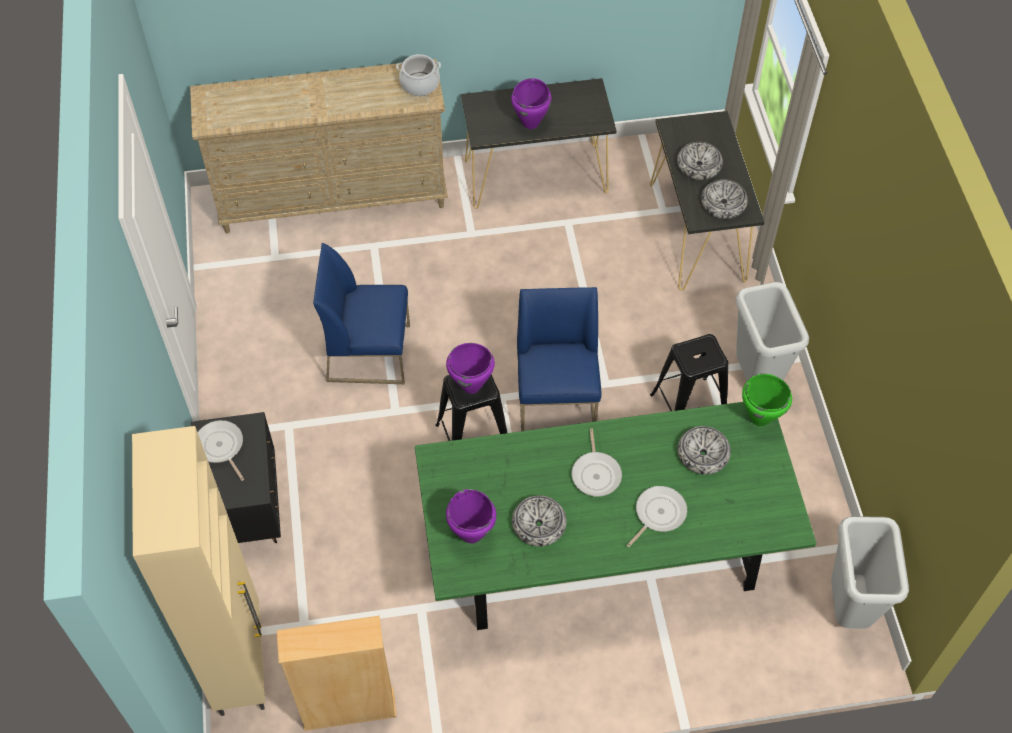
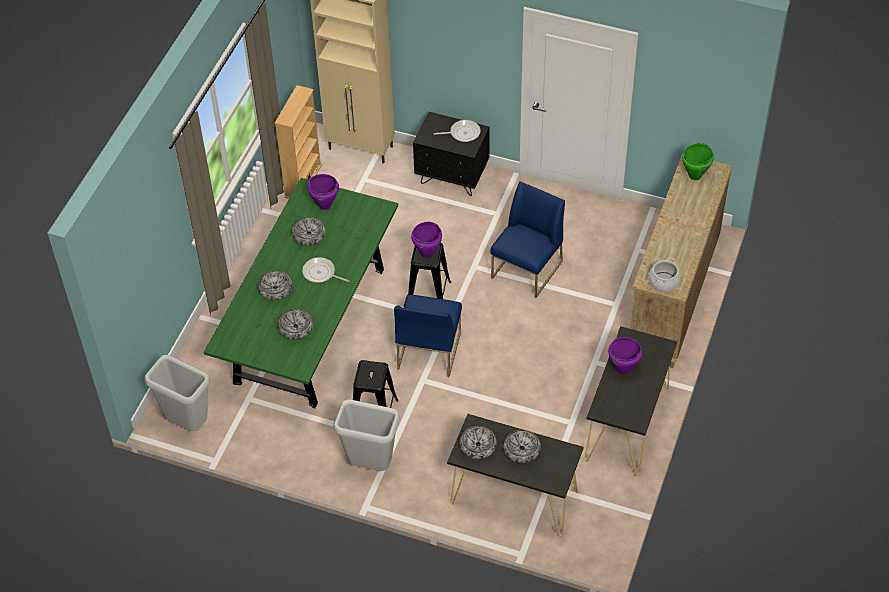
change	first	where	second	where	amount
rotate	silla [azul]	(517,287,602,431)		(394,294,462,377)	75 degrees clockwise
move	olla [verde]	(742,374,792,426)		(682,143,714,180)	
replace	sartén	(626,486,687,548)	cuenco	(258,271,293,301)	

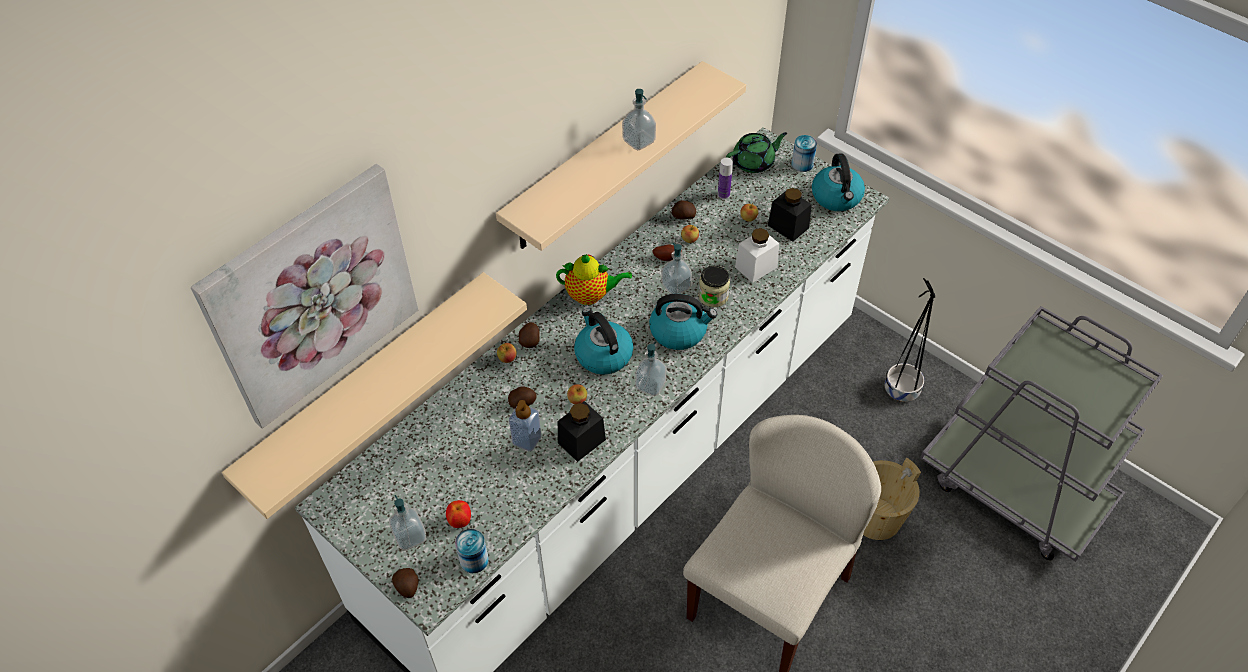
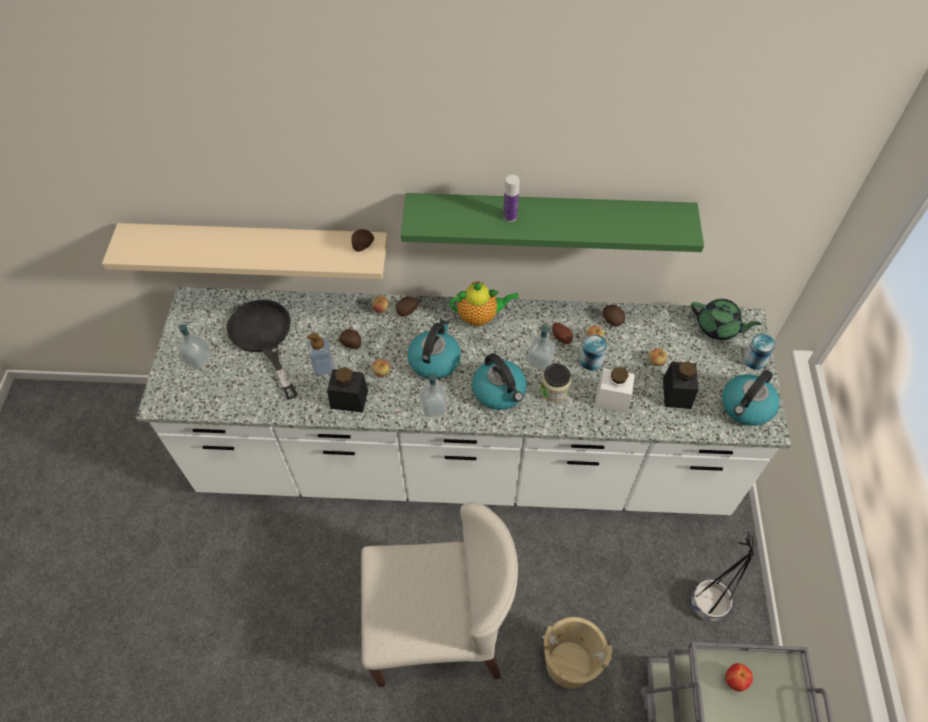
change	first	where	second	where	amount
recolor	estante [beis]	(496,61,746,251)	estante [verde]	(401,193,704,252)	
delete	dispensador de jabón	(622,89,656,150)			
move	botella	(718,158,733,199)		(503,175,520,222)	
delete	cuadro	(191,164,418,429)			
rotate	tetera	(556,254,632,305)		(449,281,519,326)	60 degrees counterclockwise
move	manzana	(446,500,471,528)		(725,663,753,692)	
move	lata	(455,529,489,573)		(580,334,607,370)	
move	patata	(392,568,419,598)		(351,229,374,252)	
insert			sartén [negro]	(226,300,298,400)	

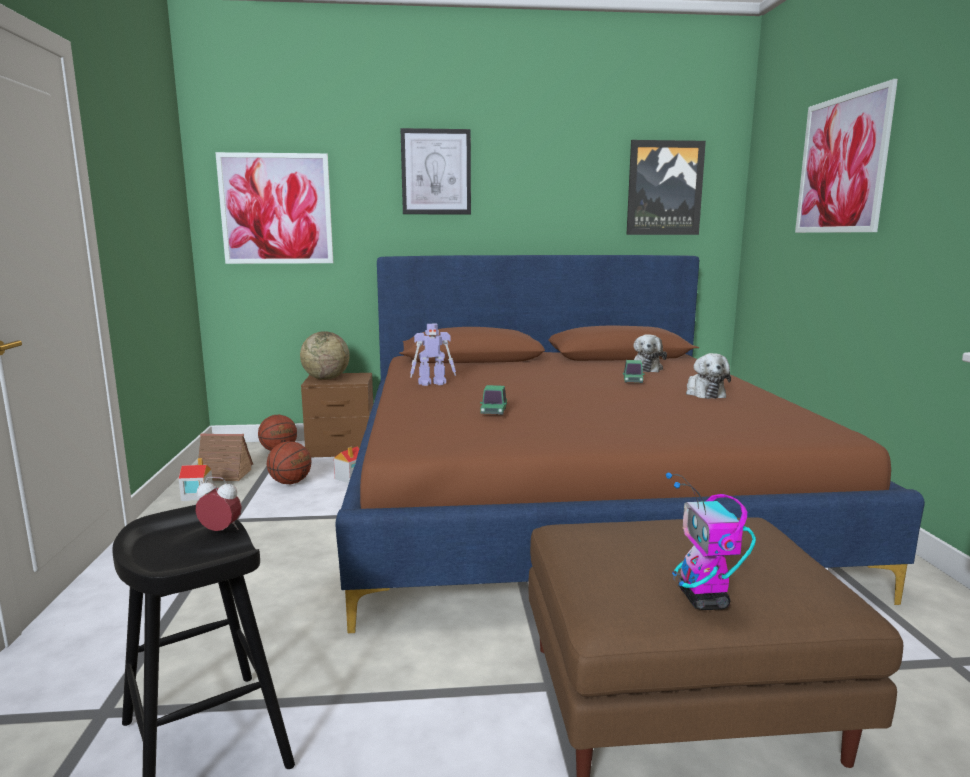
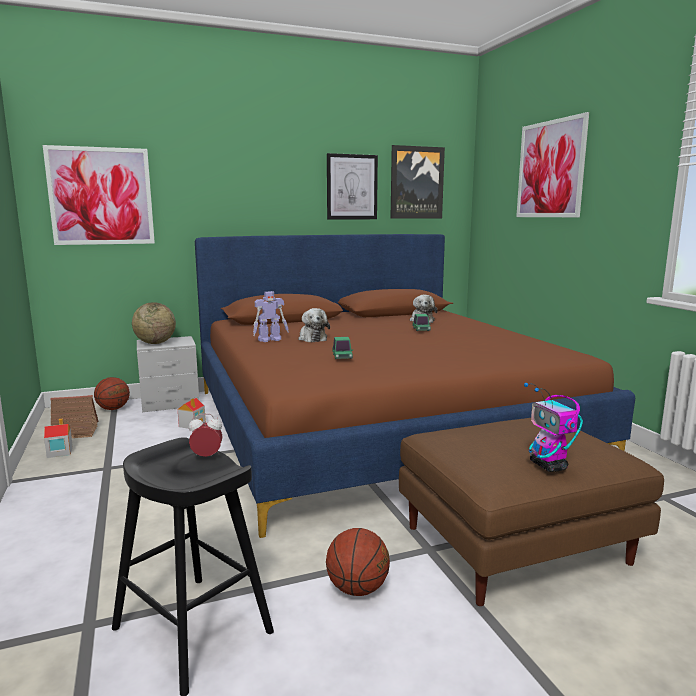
change	first	where	second	where	amount
move	cuadro	(400,128,471,214)		(327,153,378,219)	
move	peluche	(686,353,731,399)		(298,308,330,342)	
recolor	mesita de noche [marrón]	(301,373,373,457)	mesita de noche [gris]	(137,336,199,412)	
move	balón de baloncesto	(267,441,311,484)		(326,528,390,596)	

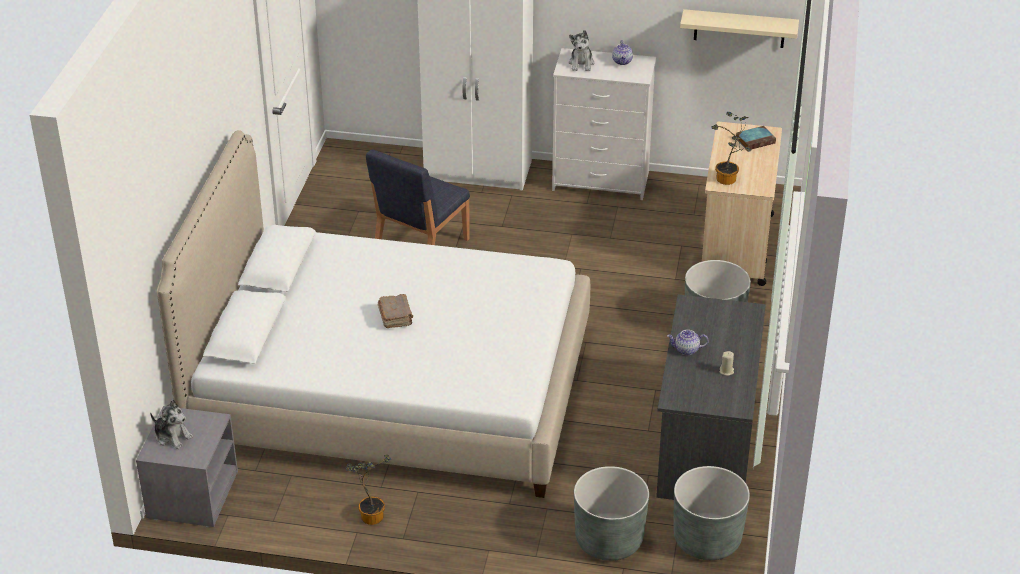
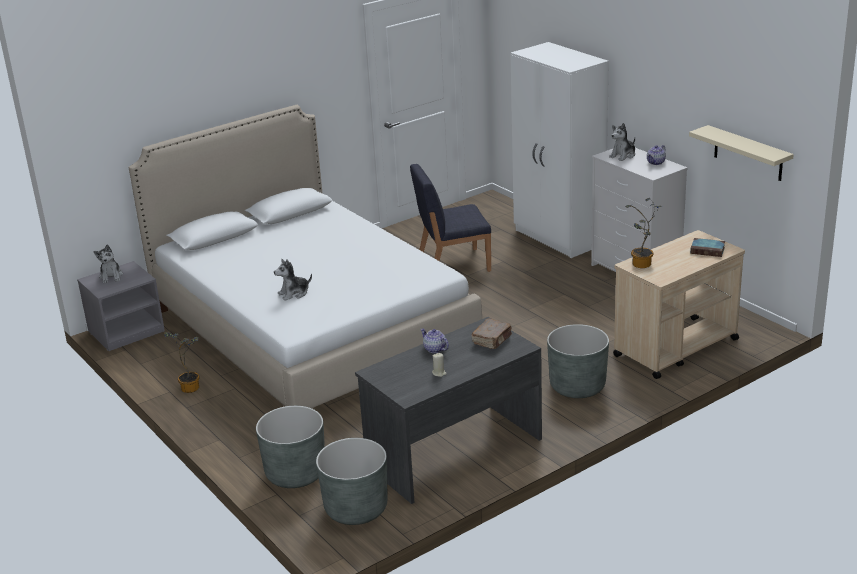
change	first	where	second	where	amount
move	libro [marrón]	(378,294,413,328)		(471,318,512,349)	
insert			peluche	(274,259,312,301)	

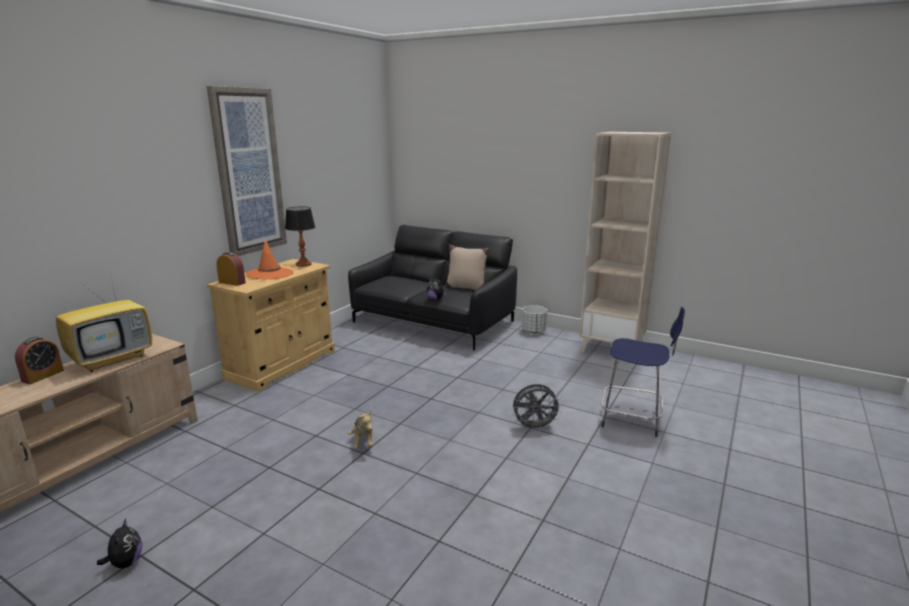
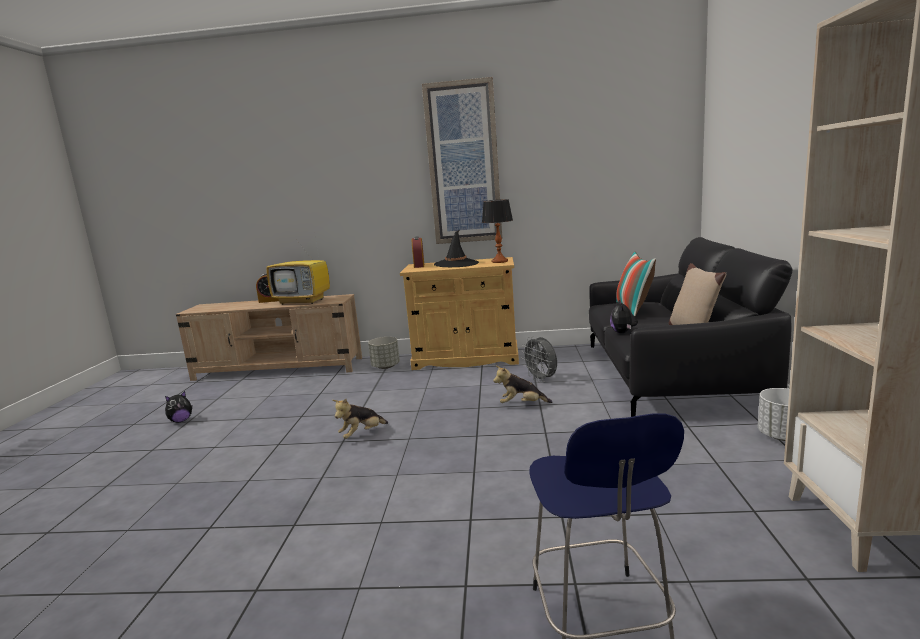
change	first	where	second	where	amount
recolor	sombrero [naranja]	(246,239,293,279)	sombrero [negro]	(434,230,479,267)	
move	ventilador [gris]	(512,384,562,432)		(521,336,557,382)	
insert			cojín	(616,251,656,316)	
insert			maceta [gris]	(368,337,400,369)	
insert			peluche	(493,366,553,403)	

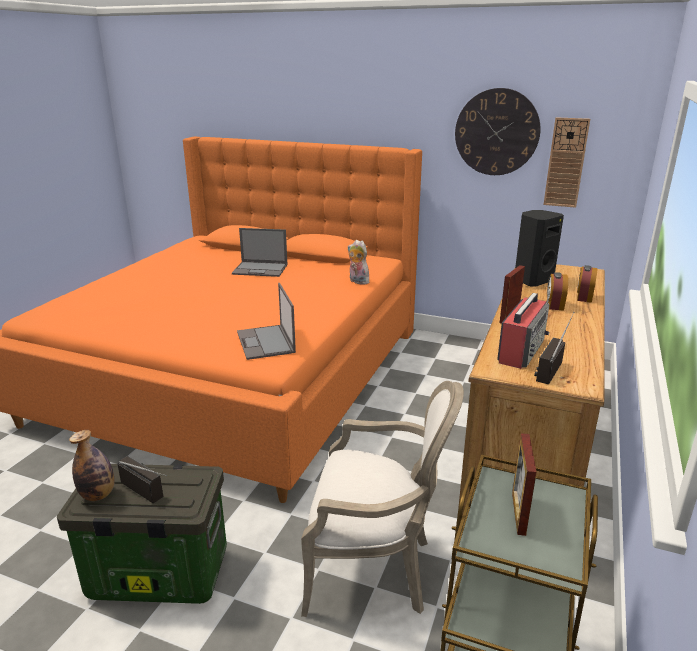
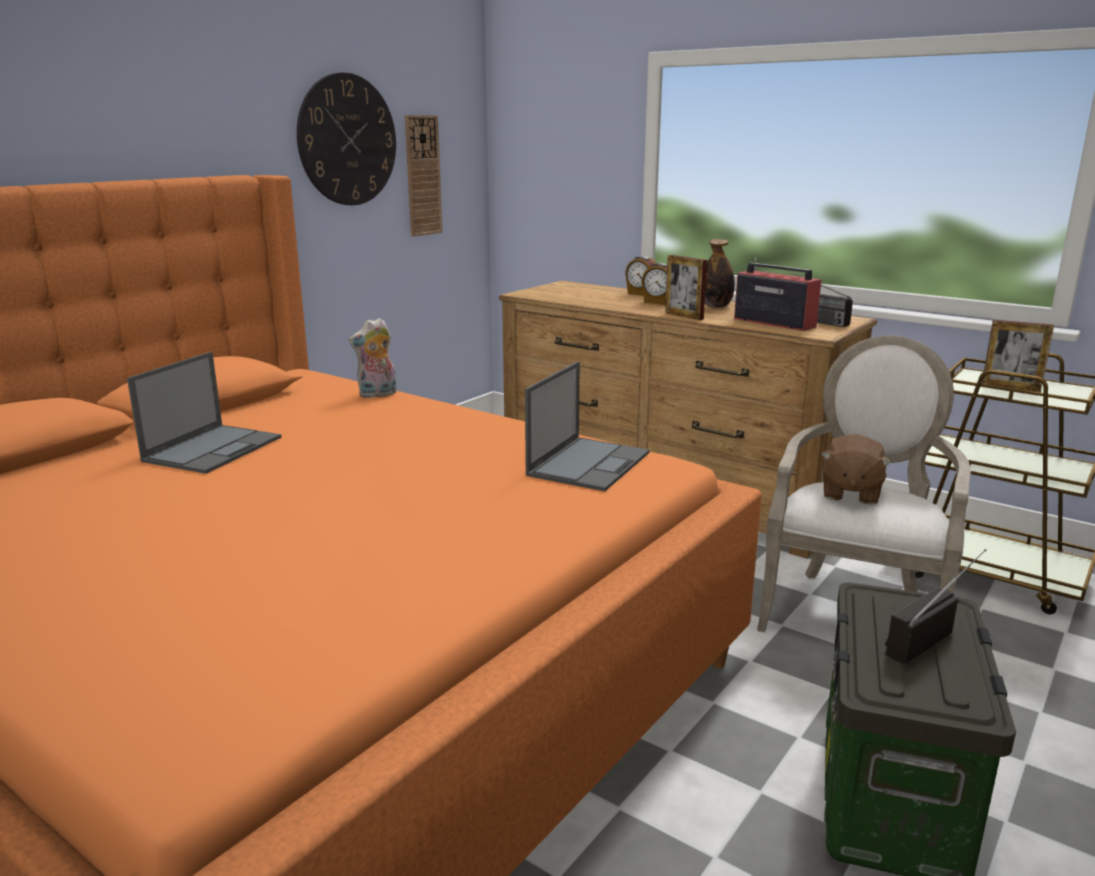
change	first	where	second	where	amount
delete	altavoz [negro]	(515,210,564,287)			
rotate	portátil	(237,283,296,360)		(525,361,649,491)	60 degrees counterclockwise
move	botella	(69,430,115,501)		(705,239,735,308)	
insert			peluche [marrón]	(821,434,892,505)	

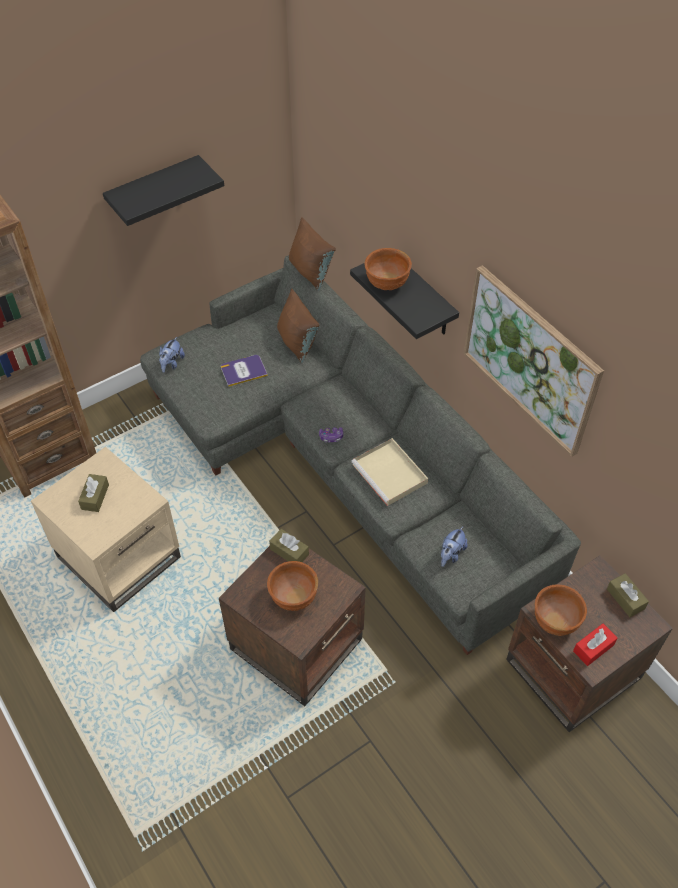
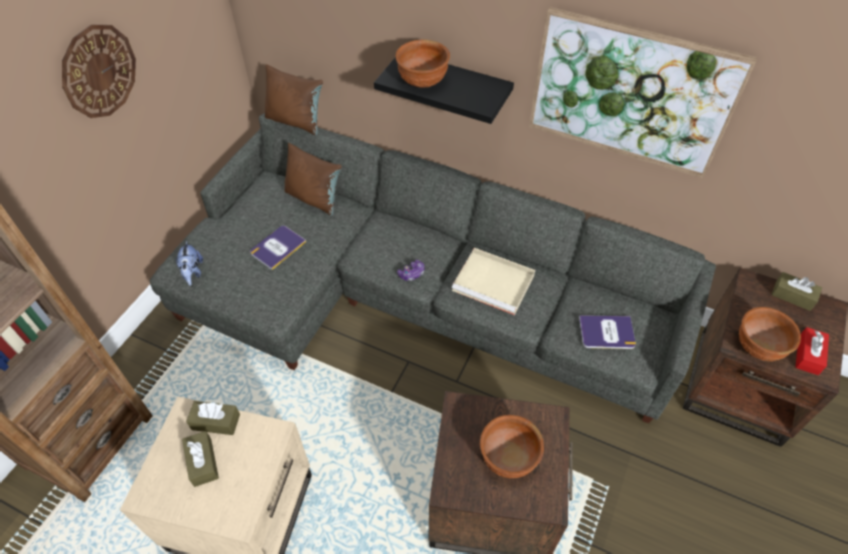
change	first	where	second	where	amount
replace	estante [negro]	(103,155,224,226)	reloj de pared	(62,25,136,118)	
replace	peluche	(441,526,468,567)	libro	(579,315,636,349)	
move	caja de pañuelos [marrón]	(269,529,309,562)		(186,401,240,435)	

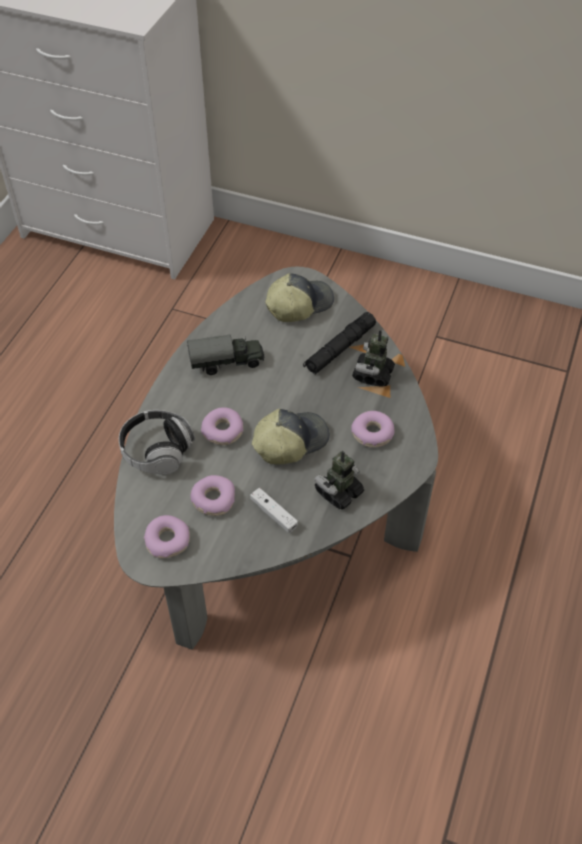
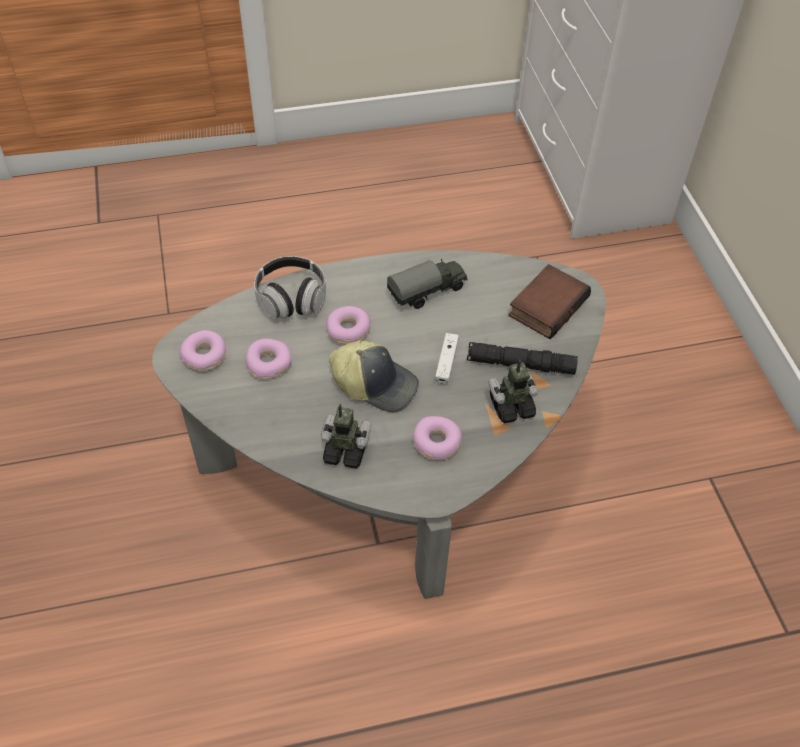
change	first	where	second	where	amount
replace	gorra	(265,273,334,322)	libro	(508,264,591,339)	
rotate	camión de juguete	(187,334,264,375)		(387,259,468,309)	75 degrees counterclockwise
move	mando de consola [blanco]	(250,488,298,533)		(435,333,459,385)	

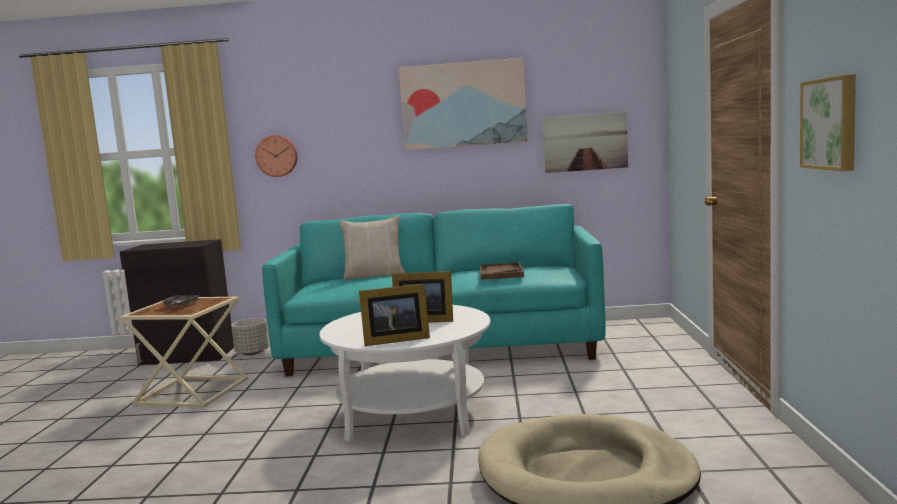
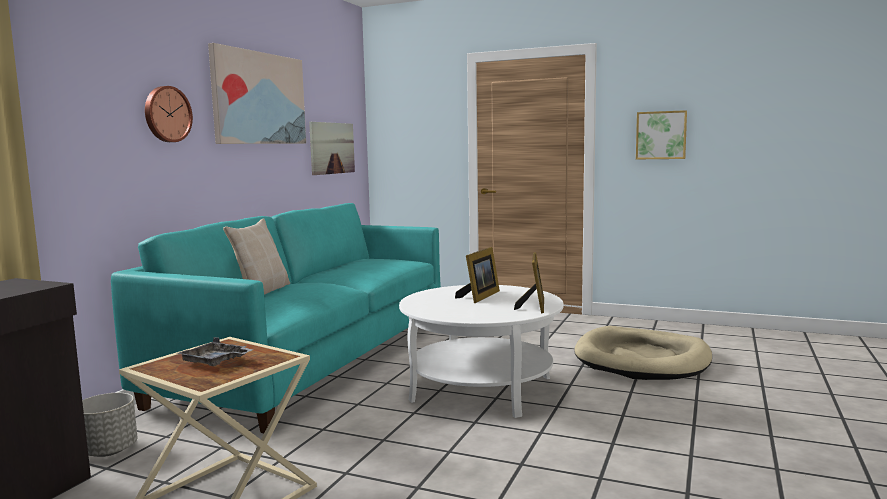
change	first	where	second	where	amount
move	reloj de pared	(255,135,297,177)		(145,86,193,142)	
delete	bandeja [marrón]	(480,262,524,280)			

